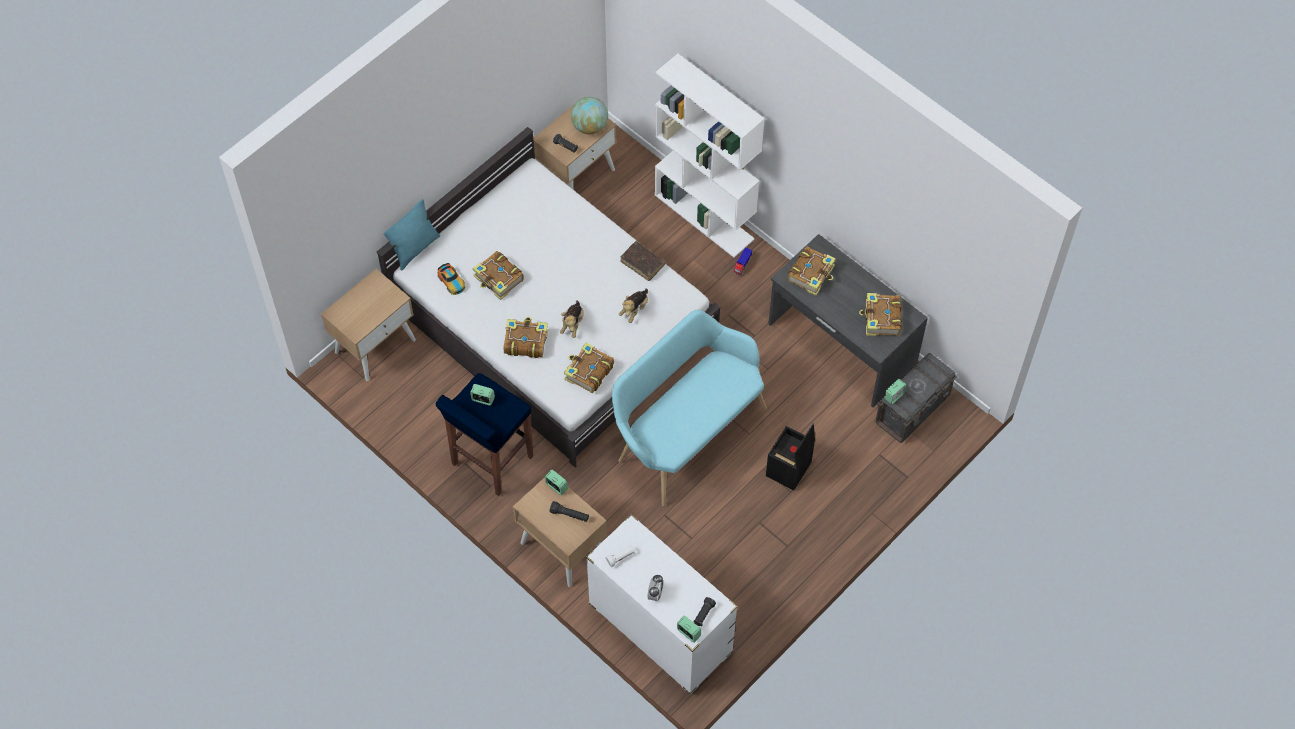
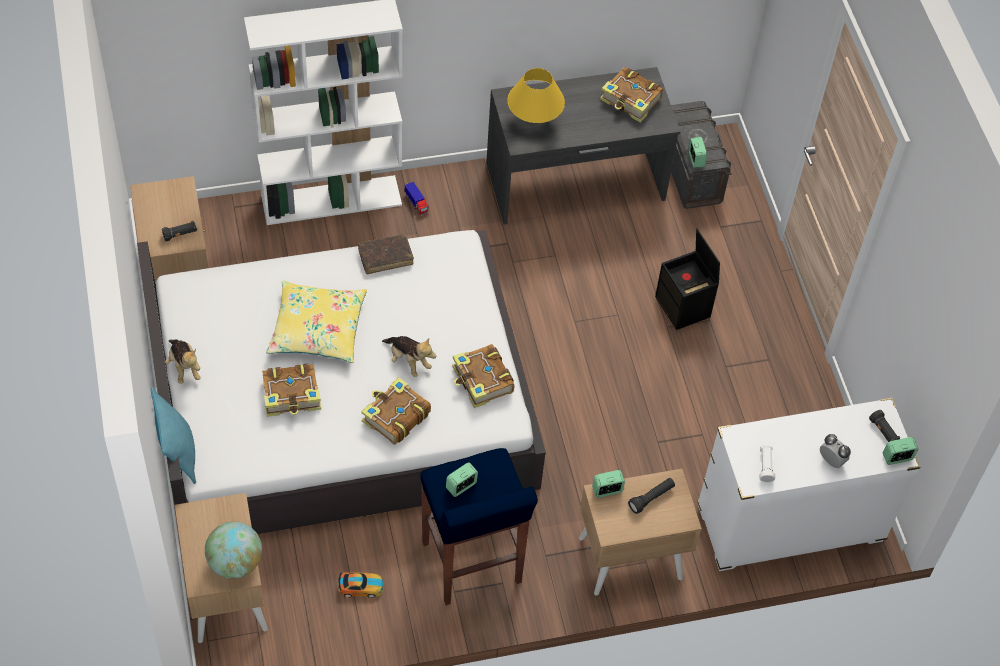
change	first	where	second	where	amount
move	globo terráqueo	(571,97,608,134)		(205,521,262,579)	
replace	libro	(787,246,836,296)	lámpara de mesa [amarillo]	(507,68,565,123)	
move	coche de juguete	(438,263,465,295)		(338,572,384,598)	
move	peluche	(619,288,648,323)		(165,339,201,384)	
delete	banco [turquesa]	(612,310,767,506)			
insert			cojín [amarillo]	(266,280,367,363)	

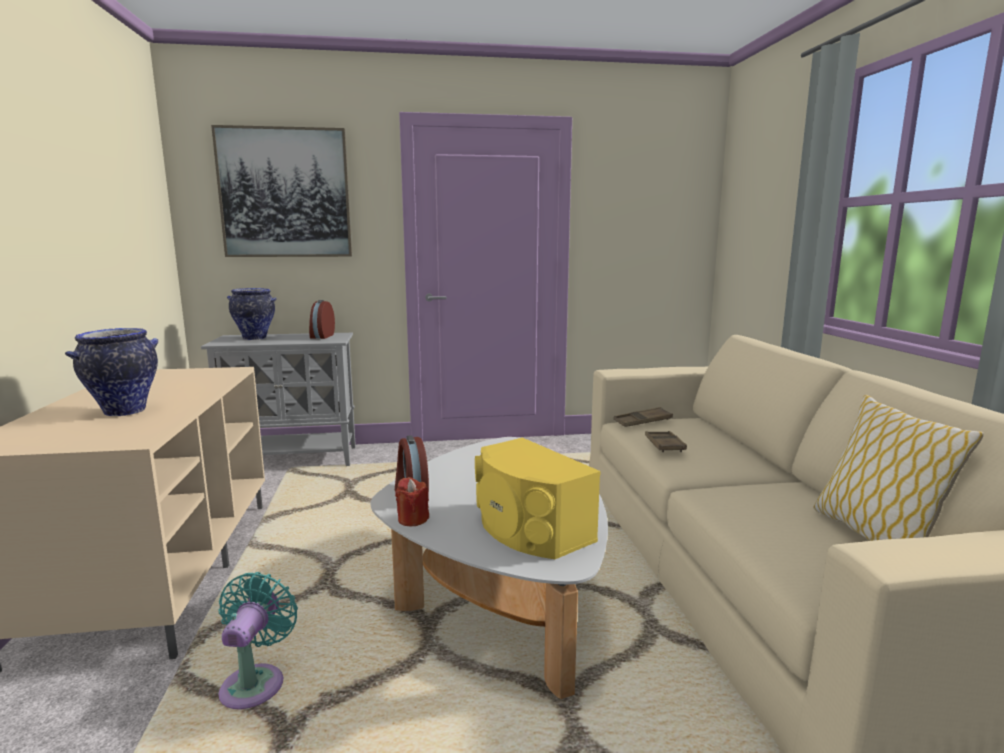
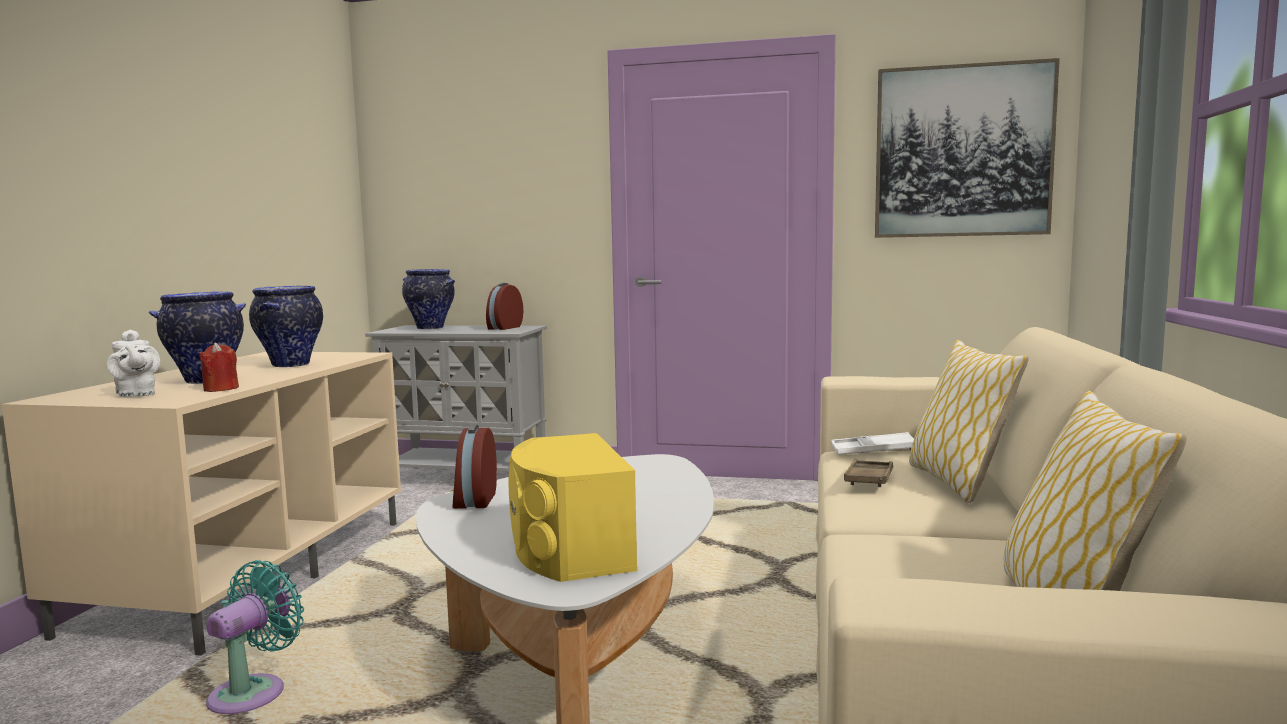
change	first	where	second	where	amount
move	cuadro	(211,125,352,257)		(875,58,1060,238)	
recolor	bandeja [marrón]	(614,407,673,427)	bandeja [blanco]	(831,432,914,454)	
move	vela [rojo]	(395,477,429,526)		(199,342,239,392)	
insert			florero	(249,286,323,367)	
insert			tetera [blanco]	(107,330,160,397)	
insert			cojín	(909,340,1029,503)	

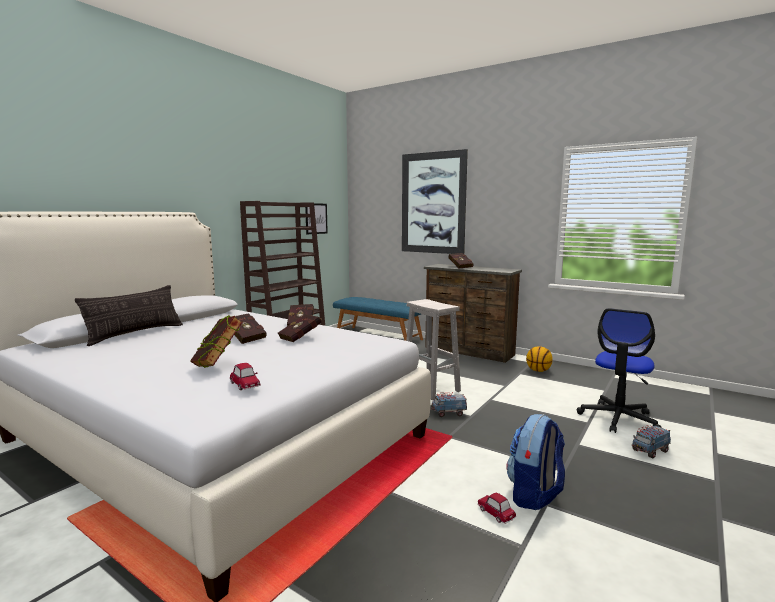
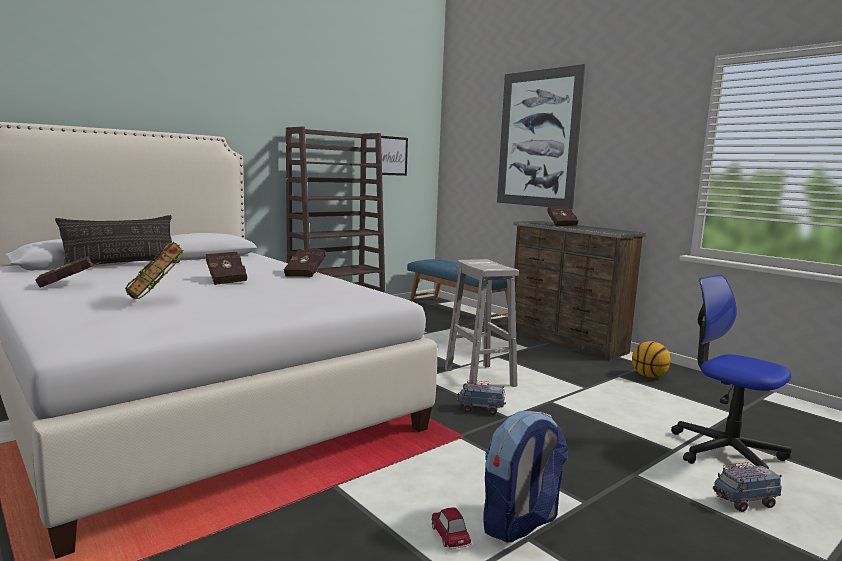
change	first	where	second	where	amount
rotate	silla de oficina	(577,308,662,433)		(671,274,791,469)	90 degrees clockwise
move	libro [rojo]	(278,314,322,342)		(35,256,101,288)	
delete	coche de juguete	(230,363,261,390)			

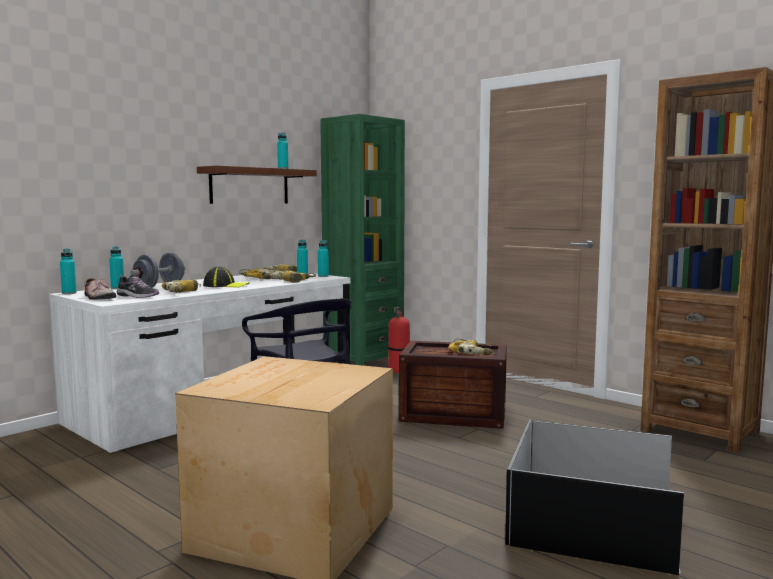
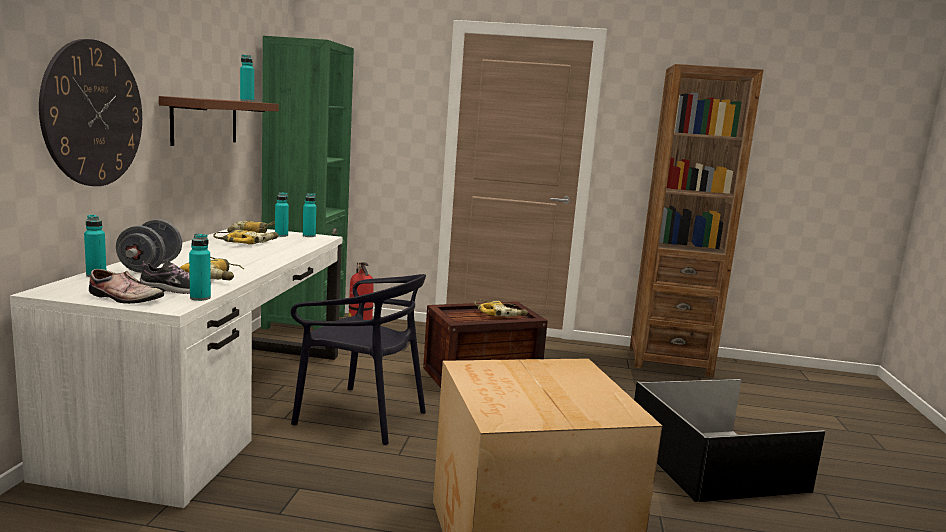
change	first	where	second	where	amount
move	botella [turquesa]	(60,249,77,294)		(189,233,211,301)	
delete	gorra	(203,267,250,288)			
delete	taladro	(263,271,316,283)			
insert			reloj de pared	(39,39,142,186)	

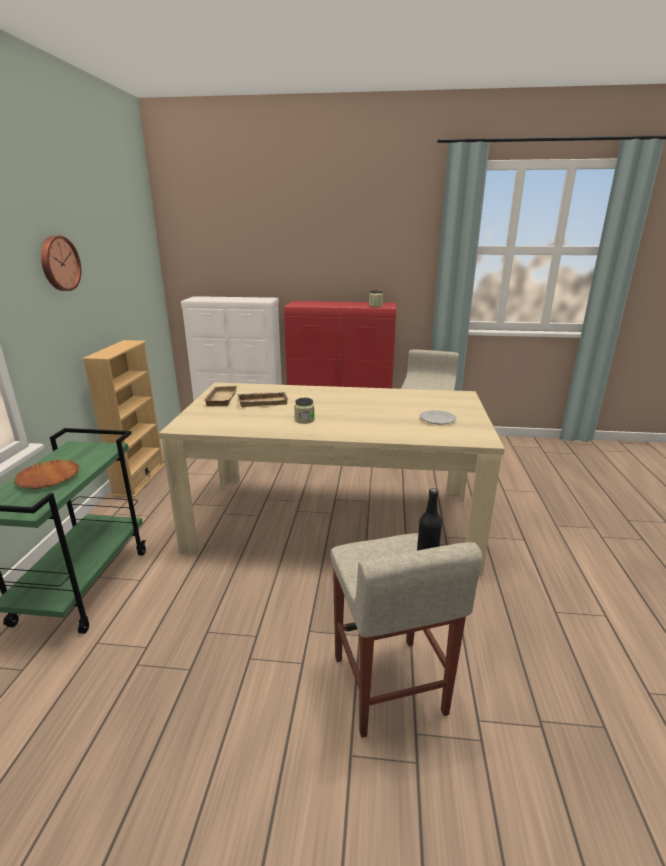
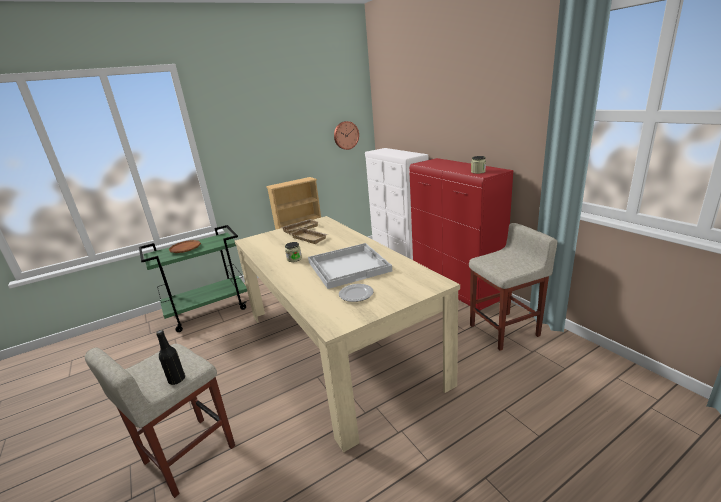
change	first	where	second	where	amount
move	reloj de pared	(41,236,81,291)		(334,121,359,150)	
insert			bandeja [blanco]	(308,243,392,289)	

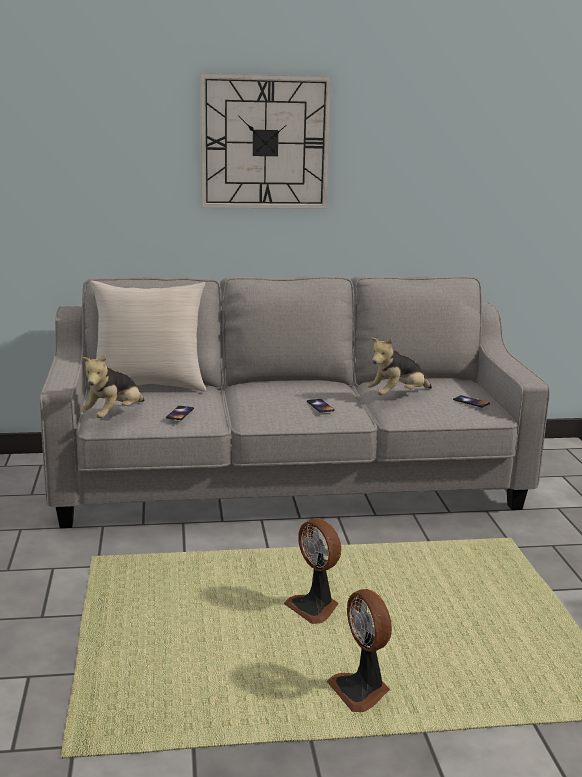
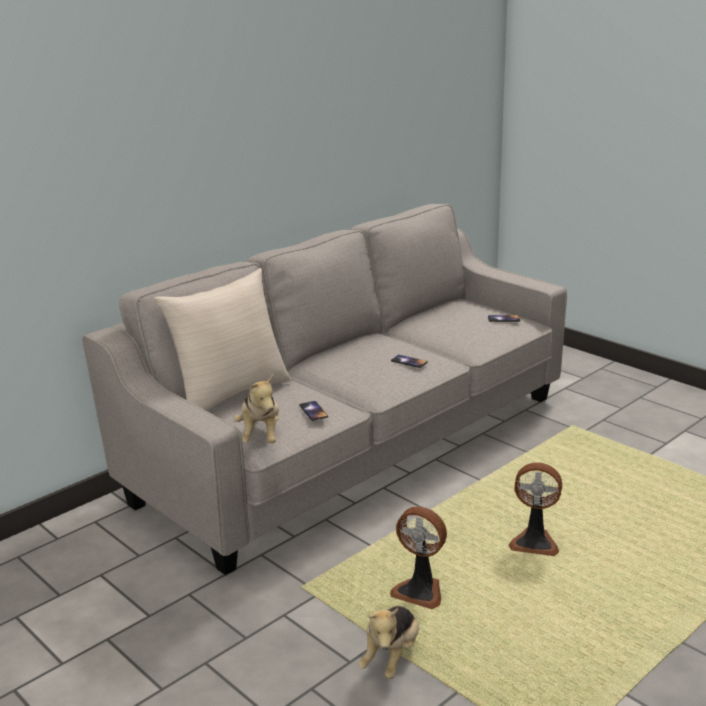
change	first	where	second	where	amount
delete	reloj de pared	(200,73,332,209)			
move	peluche	(367,337,432,395)		(358,606,419,679)	
move	ventilador	(327,589,392,712)		(390,506,447,609)	

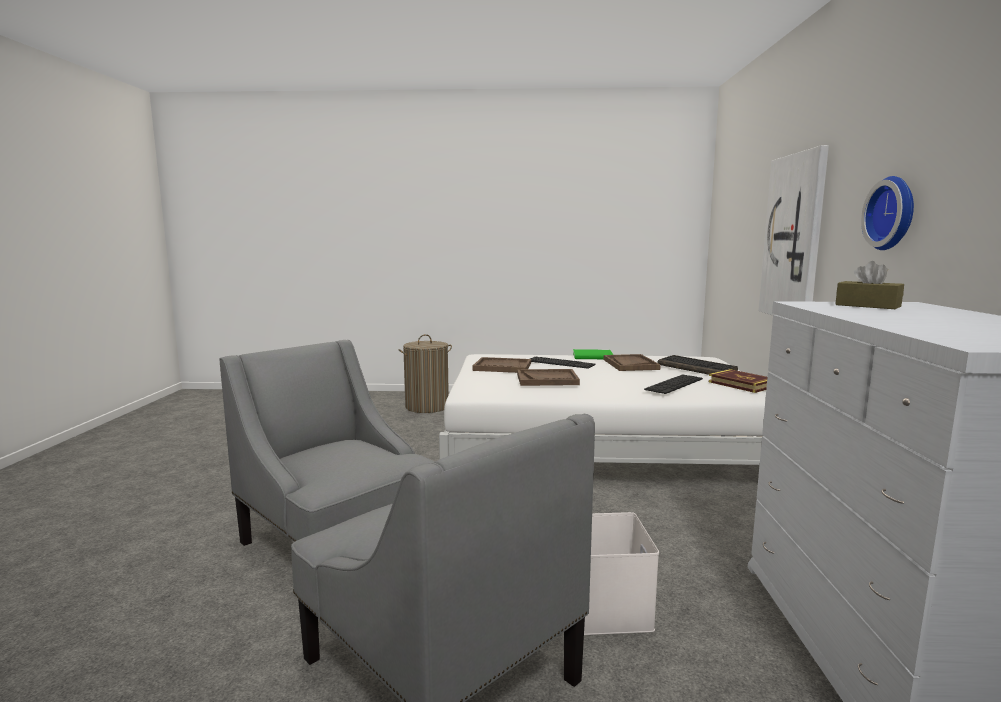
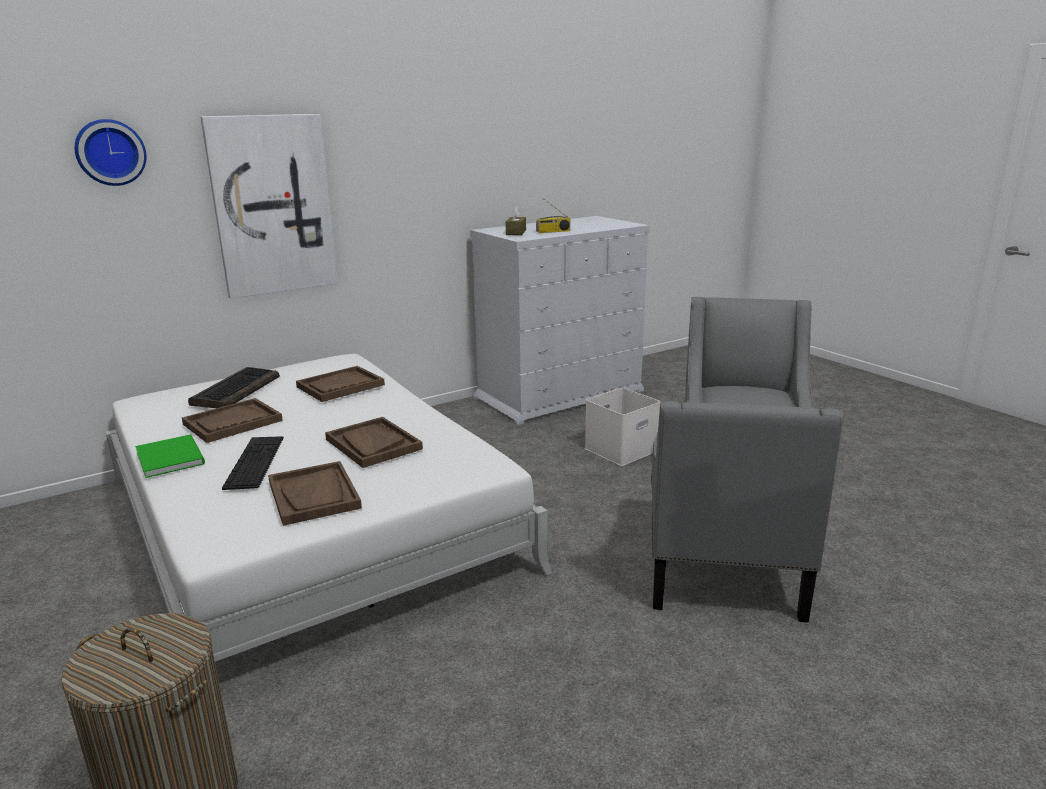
change	first	where	second	where	amount
move	reloj de pared	(861,176,914,250)		(74,119,146,186)	
delete	libro	(709,369,767,393)			
replace	teclado	(644,374,703,394)	bandeja [marrón]	(296,366,385,402)	
insert			radio	(536,198,570,233)	

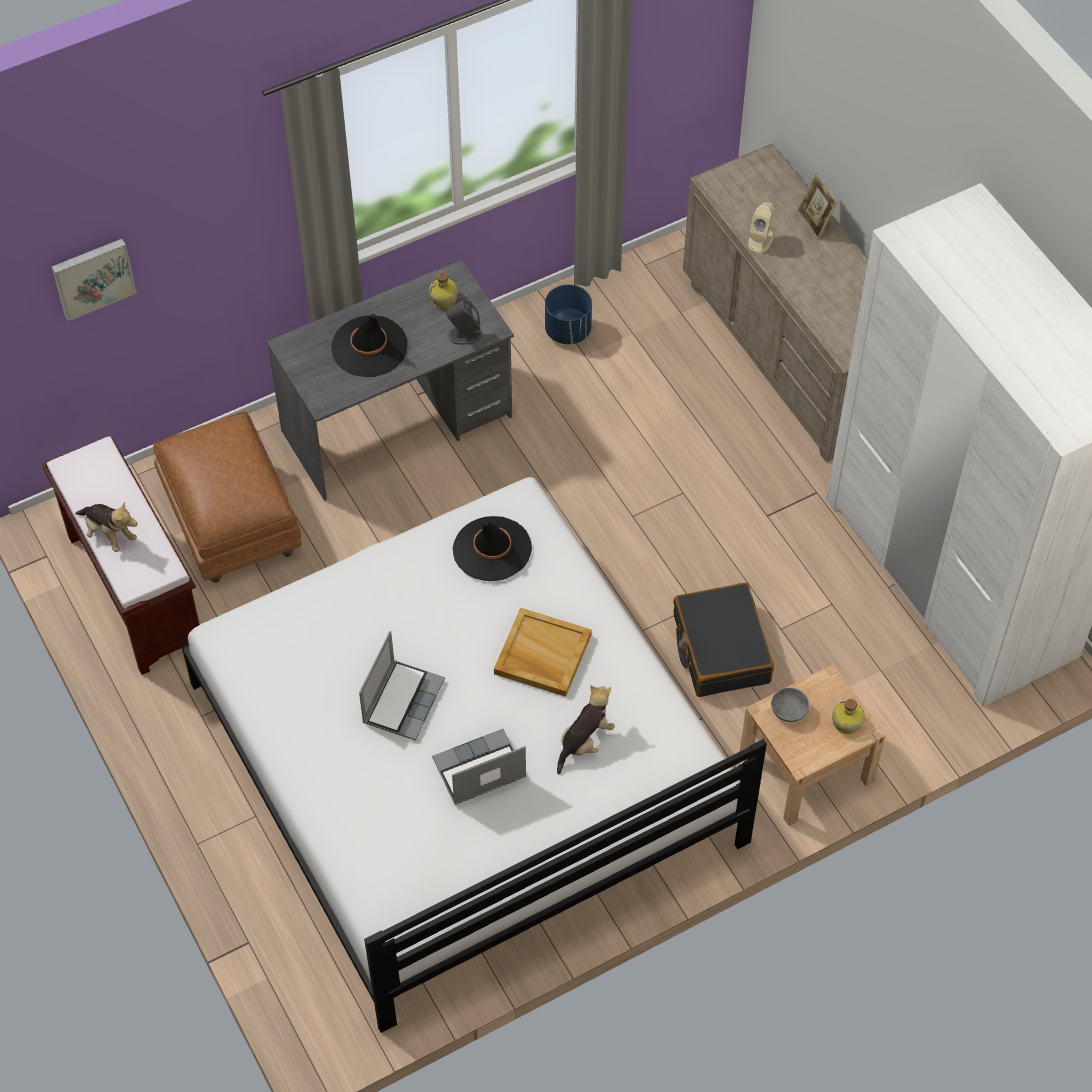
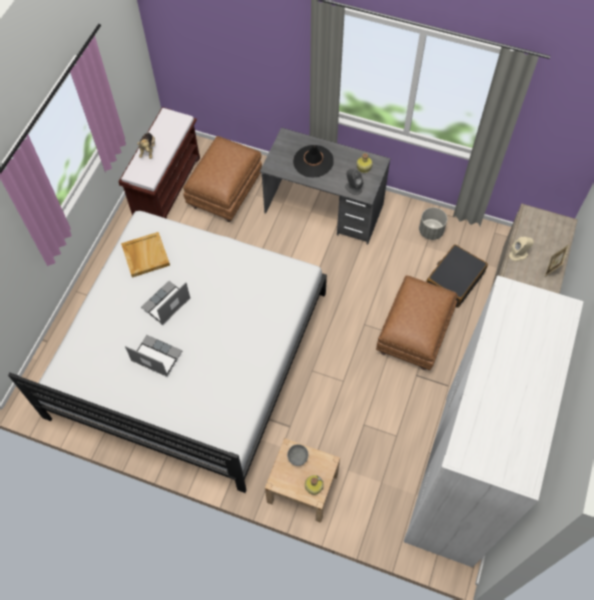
change	first	where	second	where	amount
delete	cuadro	(52,239,137,321)			
recolor	maceta [azul]	(545,285,592,344)	maceta [gris]	(419,207,447,240)	
delete	sombrero [negro]	(453,516,532,581)			
move	maleta [negro]	(673,583,774,697)		(426,244,488,308)	
move	bandeja [beis]	(494,608,592,697)		(121,232,170,278)	
rotate	portátil	(359,631,445,741)		(141,281,190,325)	150 degrees clockwise
delete	peluche	(557,686,615,774)			
insert			puf [marrón]	(376,275,457,370)	

